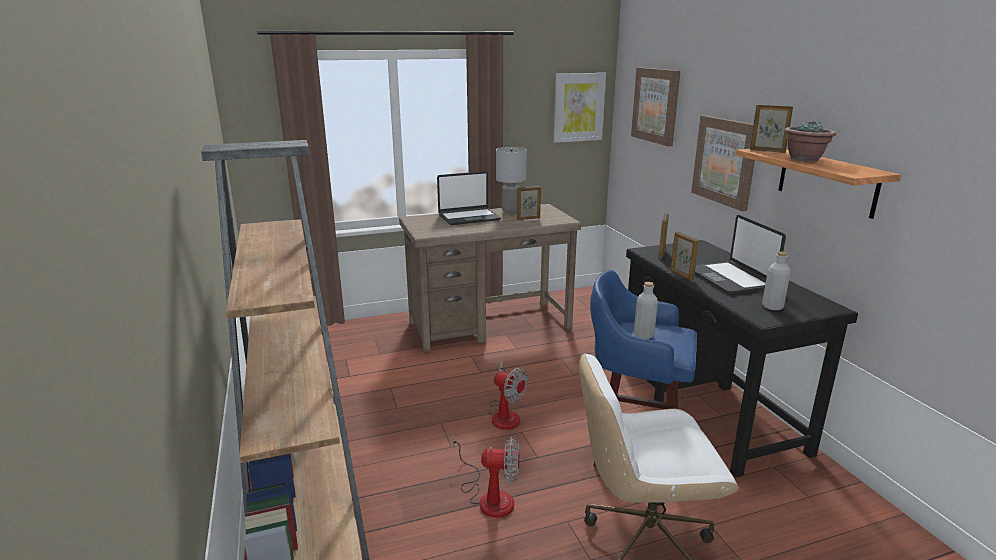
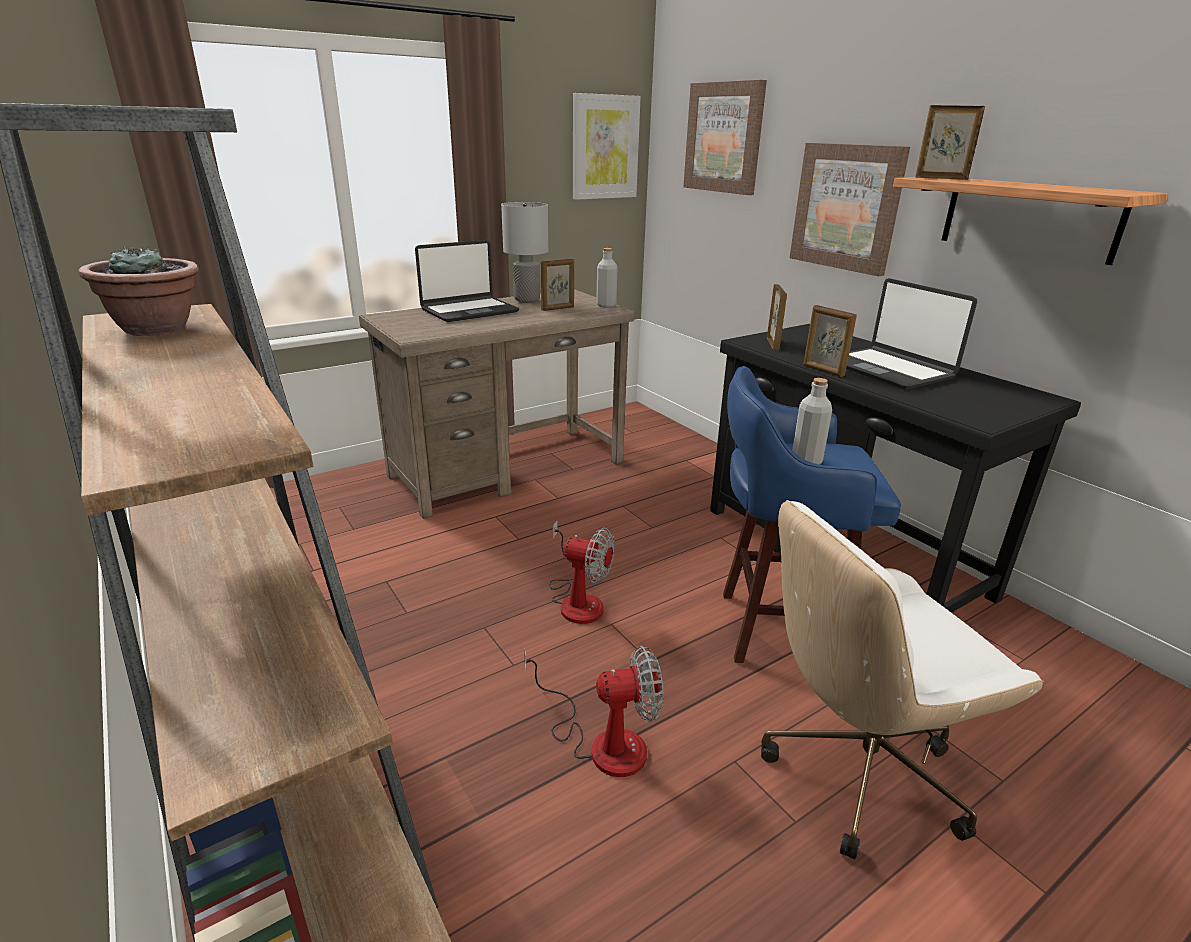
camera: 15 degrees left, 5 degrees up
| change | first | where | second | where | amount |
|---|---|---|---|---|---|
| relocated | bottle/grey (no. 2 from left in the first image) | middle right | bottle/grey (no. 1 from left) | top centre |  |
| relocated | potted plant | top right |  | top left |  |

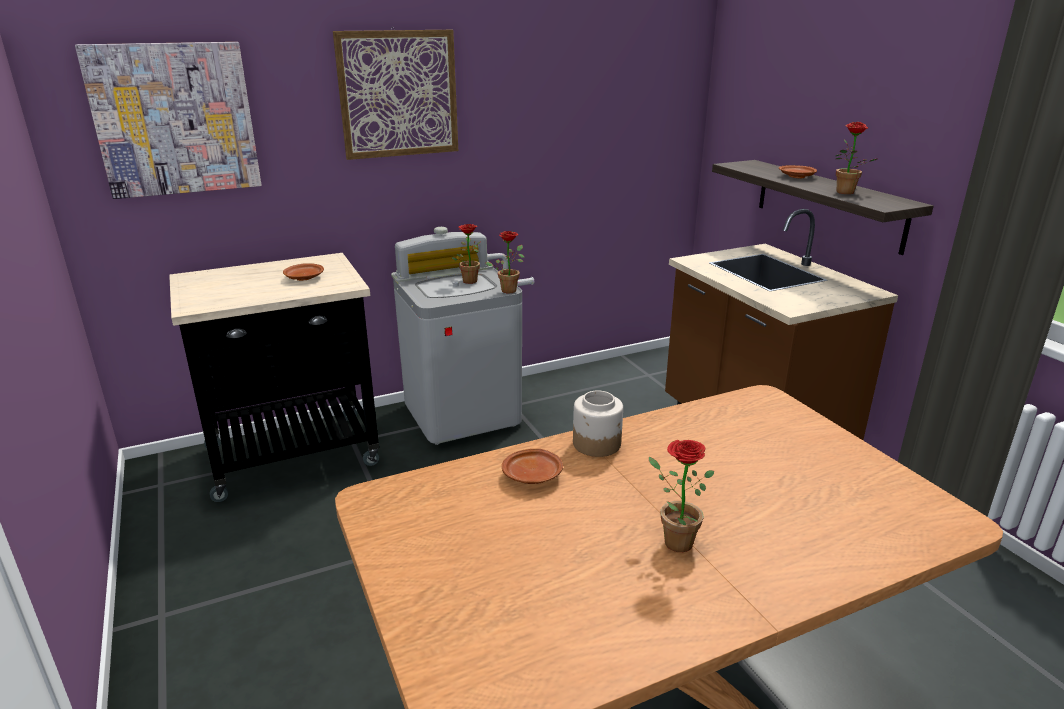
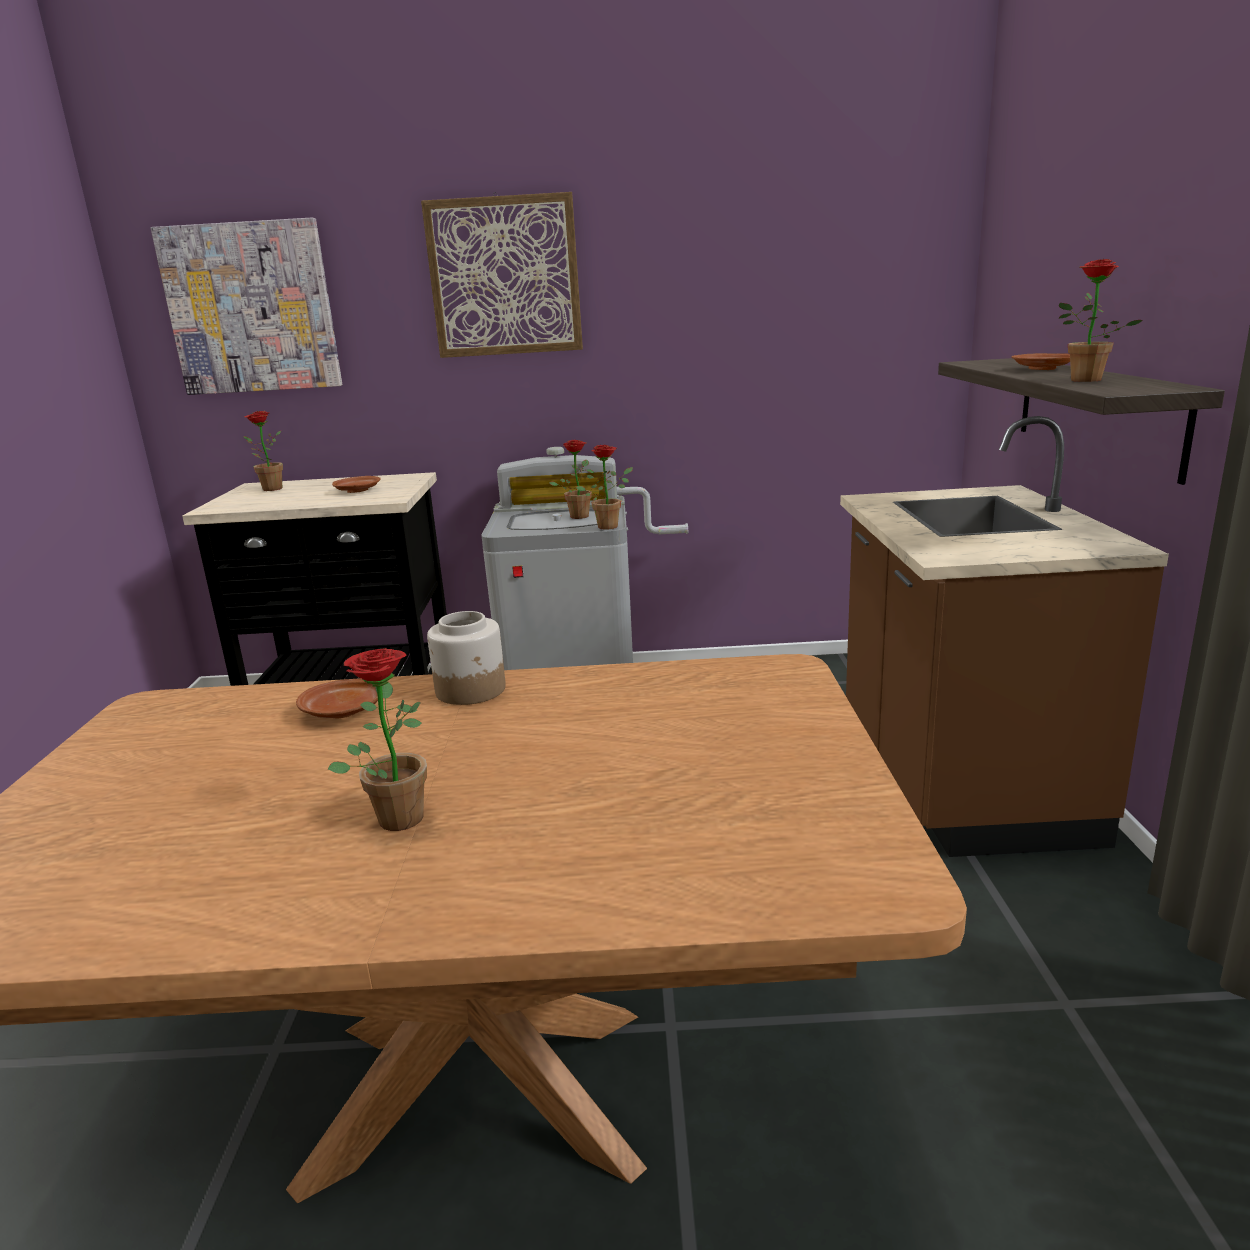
camera: 25 degrees right, 5 degrees down
| change | first | where | second | where | amount |
|---|---|---|---|---|---|
| appeared |  |  | potted plant (no. 1 from left) | middle left |  |

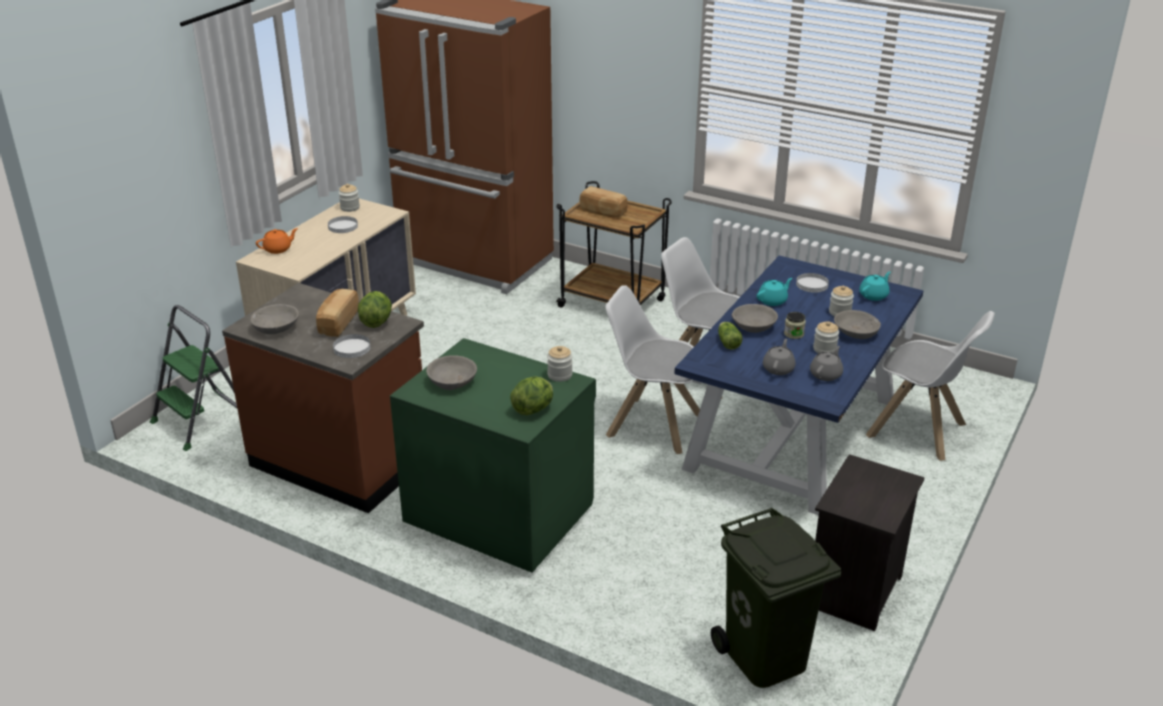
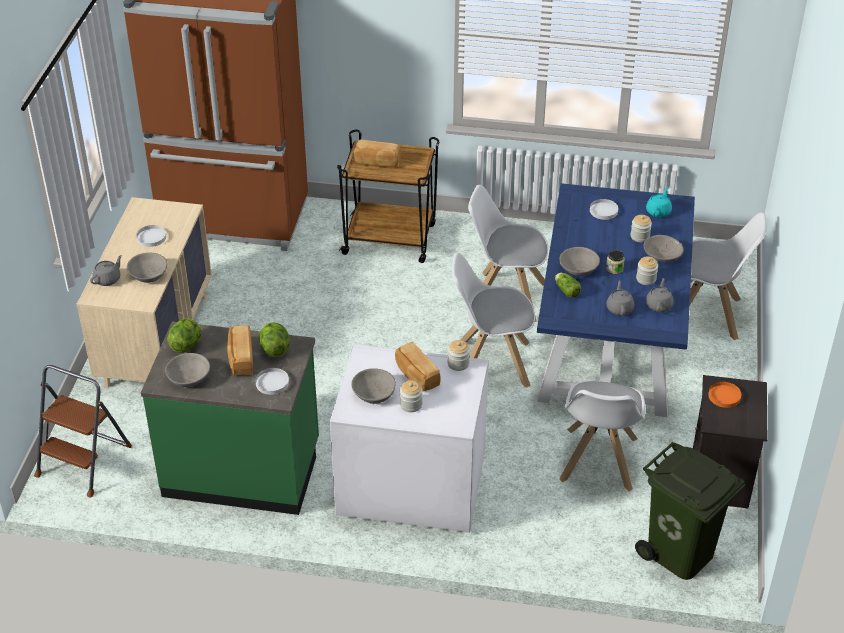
camera: 20 degrees left, 10 degrees up
| change | first | where | second | where | amount |
|---|---|---|---|---|---|
| colour | step ladder/green | middle left | step ladder/brown | bottom left |  |
| colour | counter/brown | middle left | counter/green | middle left |  |
| colour | teapot/orange | middle left | teapot/grey (no. 1 from left) | middle left |  |
| relocated | jar (no. 1 from left) | top left |  | centre |  |
| colour | washing machine/green | centre | washing machine/white | bottom centre |  |
| relocated | lettuce (no. 2 from left in the first image) | centre | lettuce (no. 1 from left) | middle left |  |
| missing | teapot/turquoise (no. 1 from left) | centre |  |  |  |
| appeared |  |  | bowl/grey (no. 1 from left) | middle left |  |
| appeared |  |  | bread (no. 3 from left) | centre |  |
| appeared |  |  | chair (no. 3 from left) | bottom right |  |
| appeared |  |  | plate/orange | middle right |  |

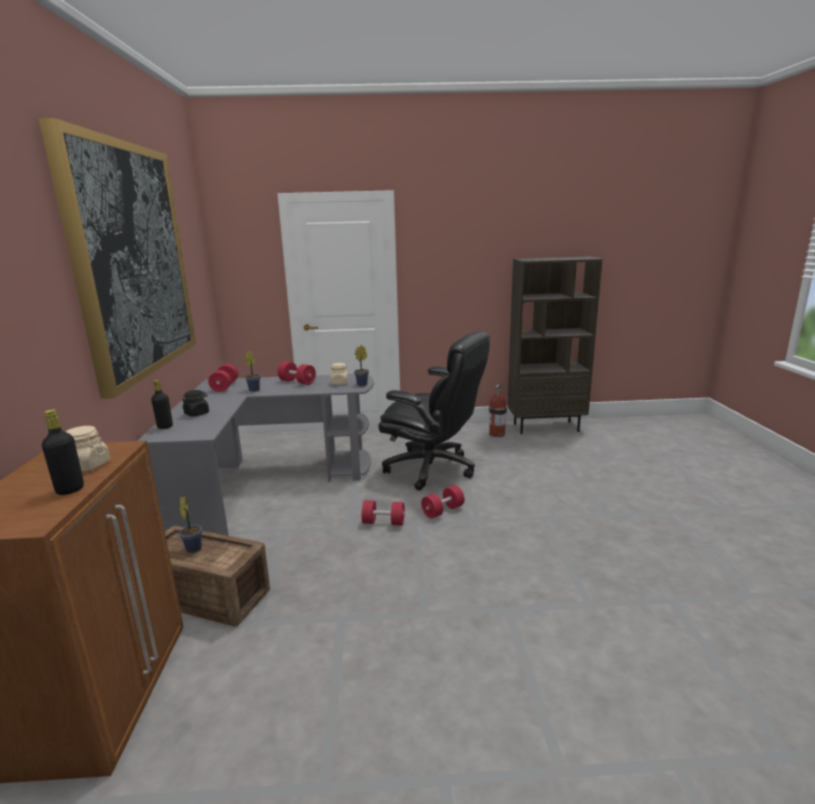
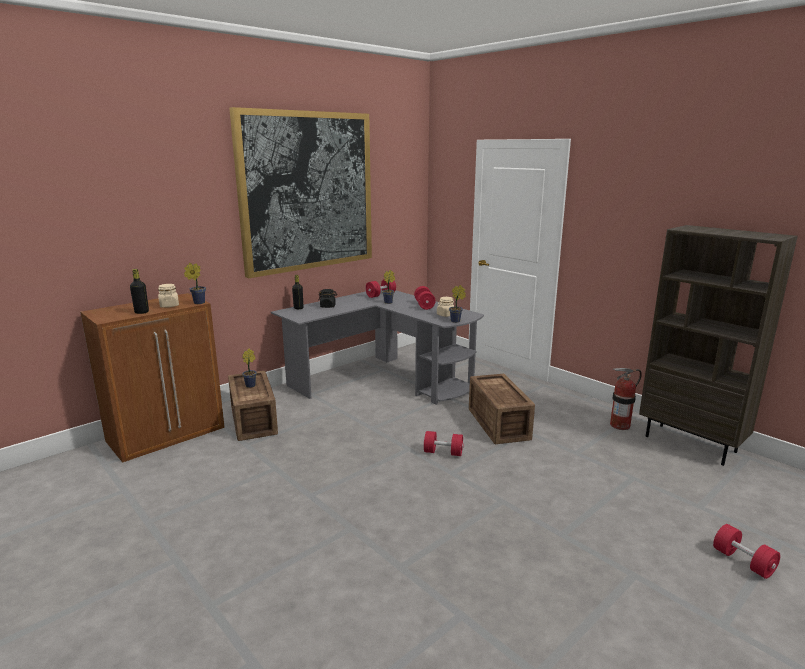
camera: 50 degrees right, 0 degrees up
| change | first | where | second | where | amount |
|---|---|---|---|---|---|
| relocated | dumbbell/red (no. 3 from left in the first image) | centre | dumbbell/red (no. 4 from left) | bottom right |  |
| exchanged | office chair/black | centre | crate (no. 2 from left) | centre |  |
| appeared |  |  | potted plant (no. 1 from left) | middle left |  |

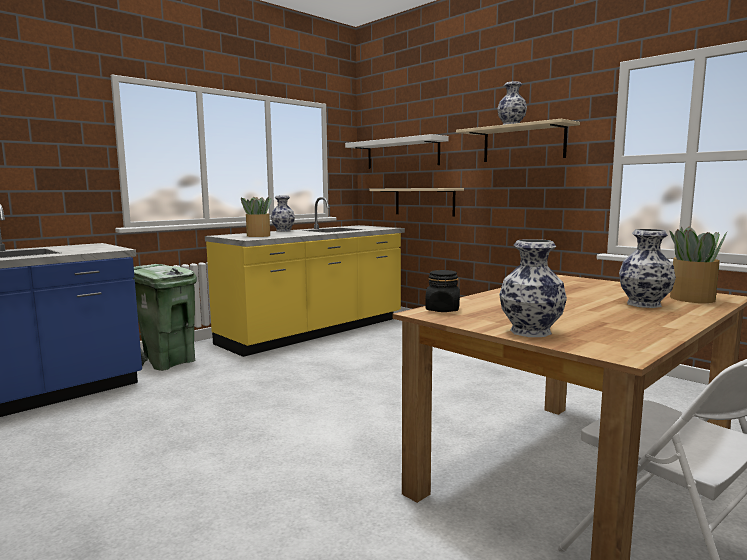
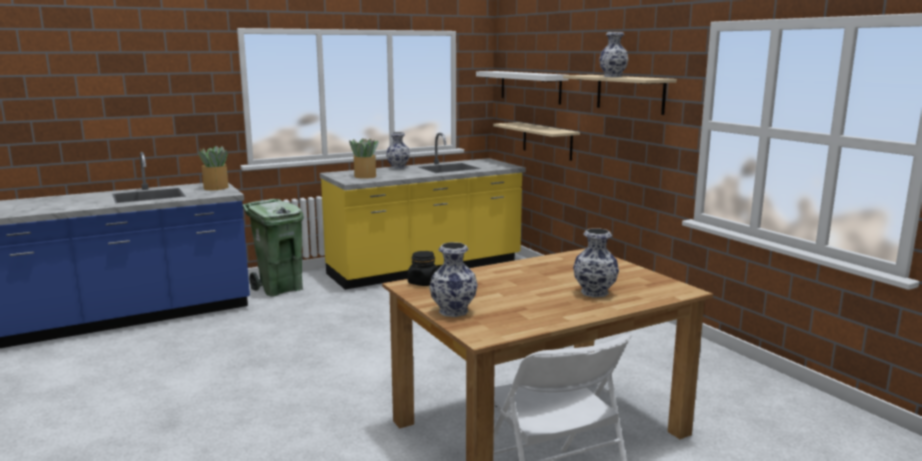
camera: 15 degrees right, 5 degrees up
| change | first | where | second | where | amount |
|---|---|---|---|---|---|
| relocated | potted plant (no. 2 from left in the first image) | middle right | potted plant (no. 1 from left) | middle left |  |

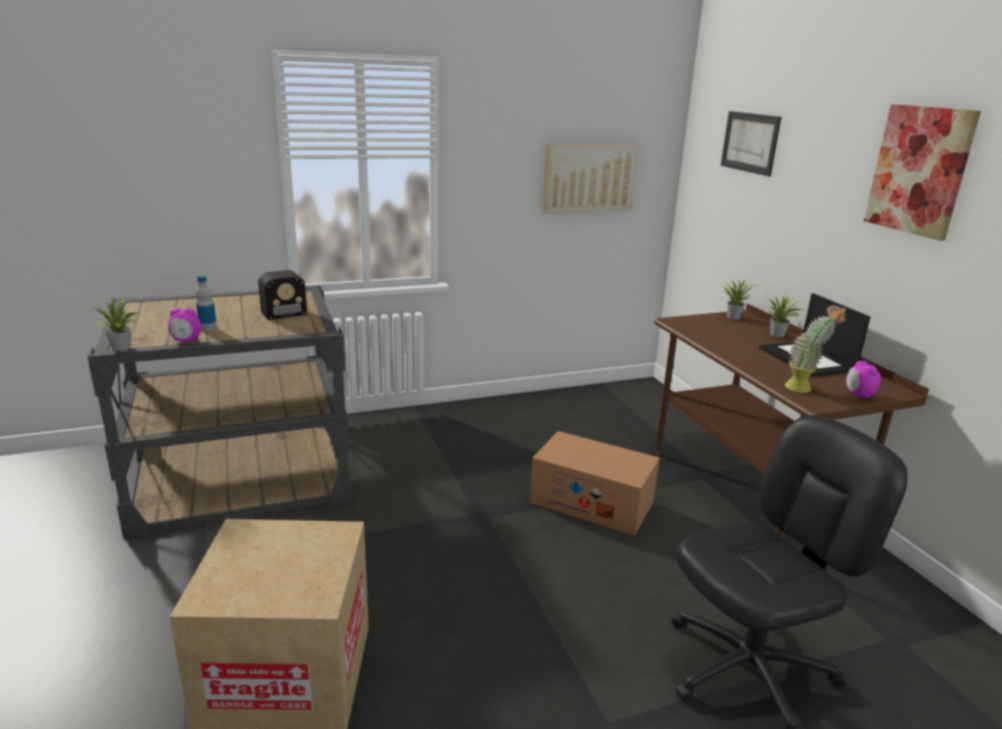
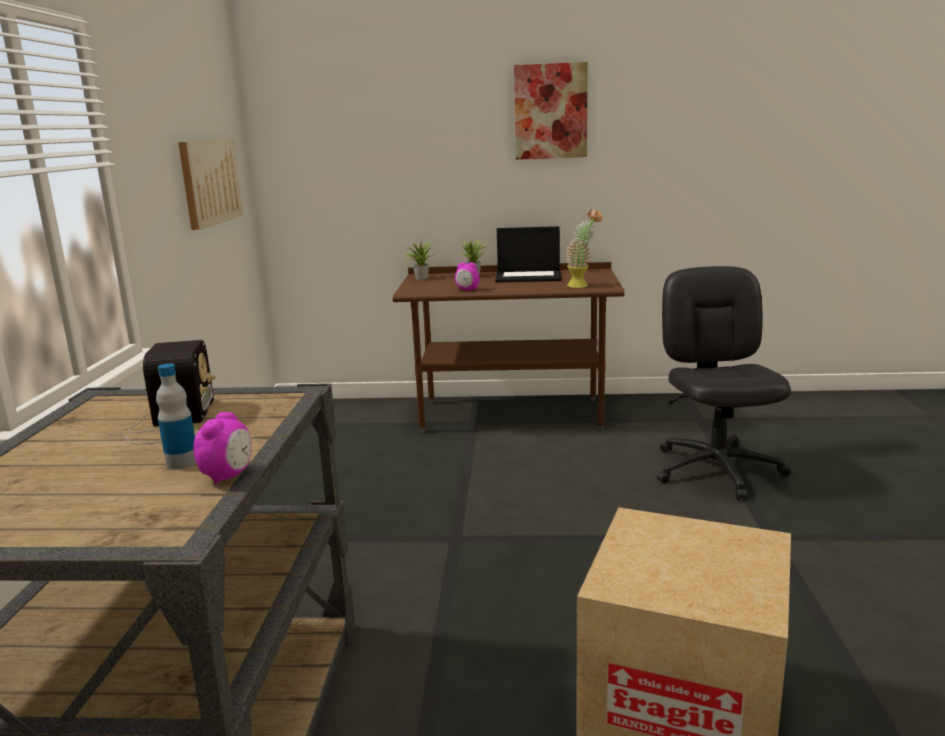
camera: 65 degrees left, 5 degrees down
| change | first | where | second | where | amount |
|---|---|---|---|---|---|
| missing | potted plant (no. 1 from left) | middle left |  |  |  |
| missing | cardboard box (no. 2 from left) | centre |  |  |  |
| missing | picture (no. 2 from left) | top right |  |  |  |
| relocated | alarm clock (no. 2 from left) | middle right |  | centre |  |

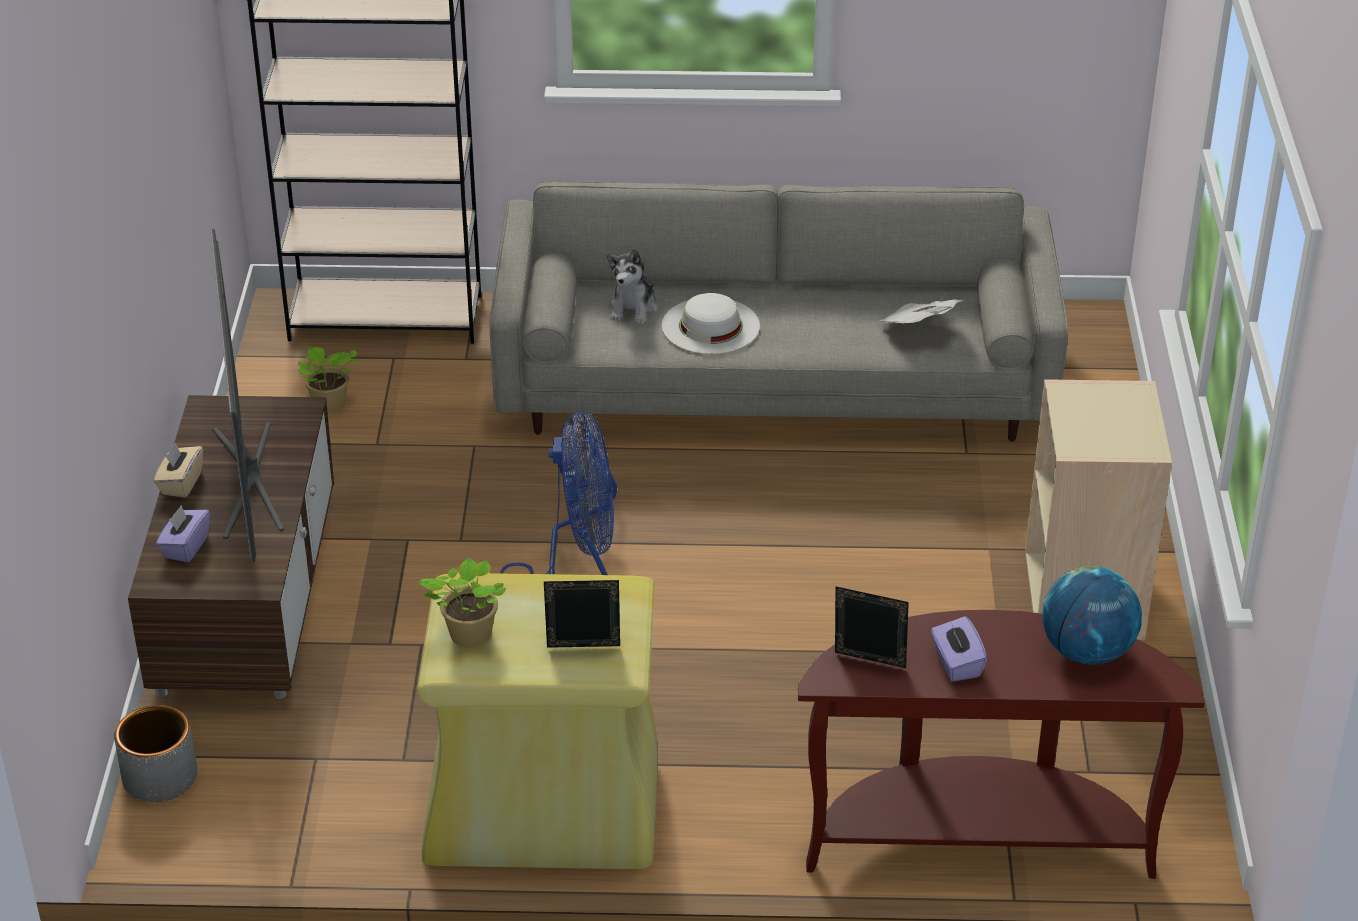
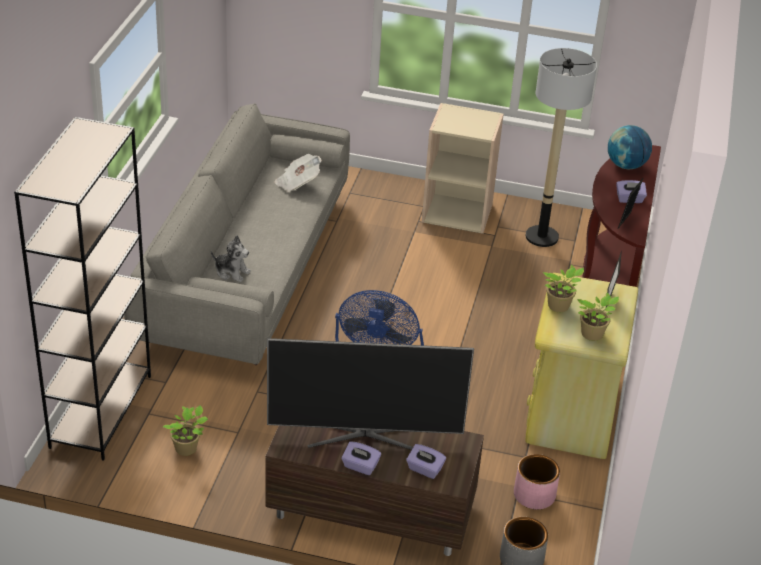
camera: 80 degrees left, 0 degrees up
| change | first | where | second | where | amount |
|---|---|---|---|---|---|
| colour | tissue box/beige | middle left | tissue box/purple (no. 1 from left) | bottom centre |  |
| missing | hat/white | centre |  |  |  |
| appeared |  |  | planter/pink | bottom right |  |
| appeared |  |  | floor lamp | top right |  |
| appeared |  |  | potted plant (no. 2 from left) | middle right |  |

